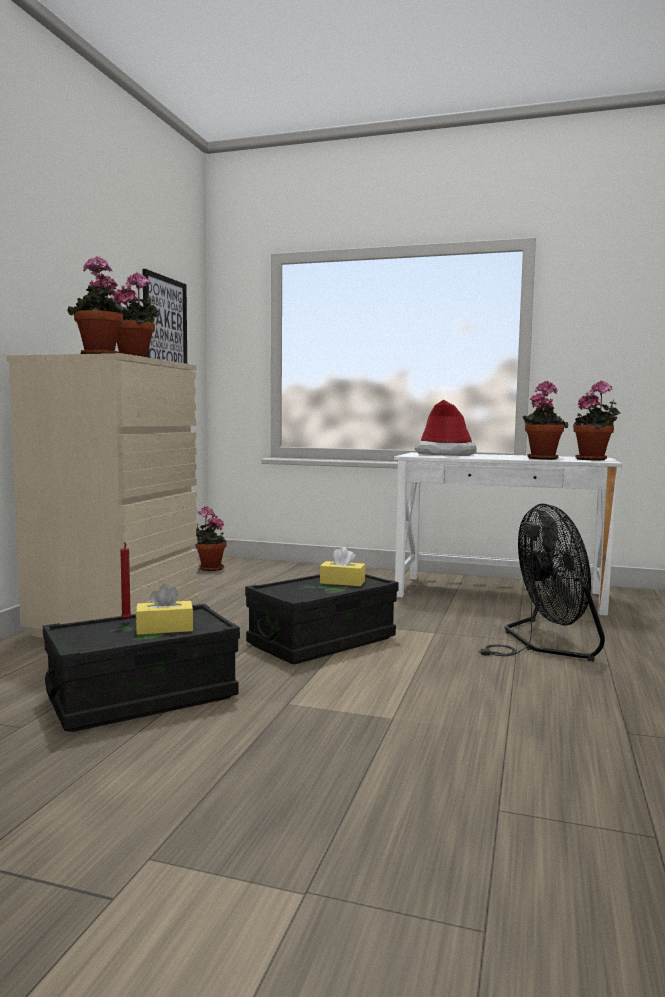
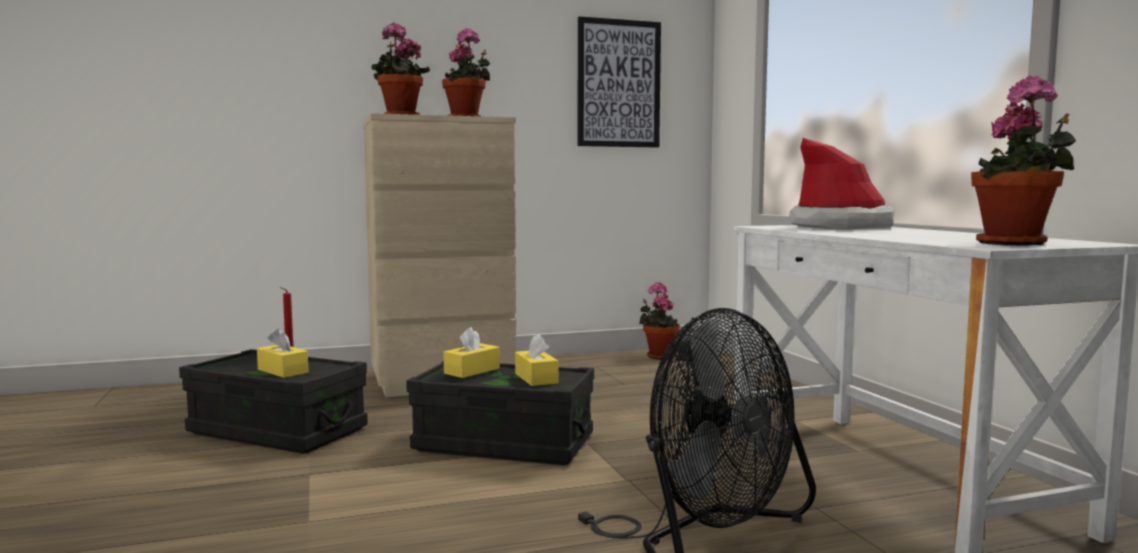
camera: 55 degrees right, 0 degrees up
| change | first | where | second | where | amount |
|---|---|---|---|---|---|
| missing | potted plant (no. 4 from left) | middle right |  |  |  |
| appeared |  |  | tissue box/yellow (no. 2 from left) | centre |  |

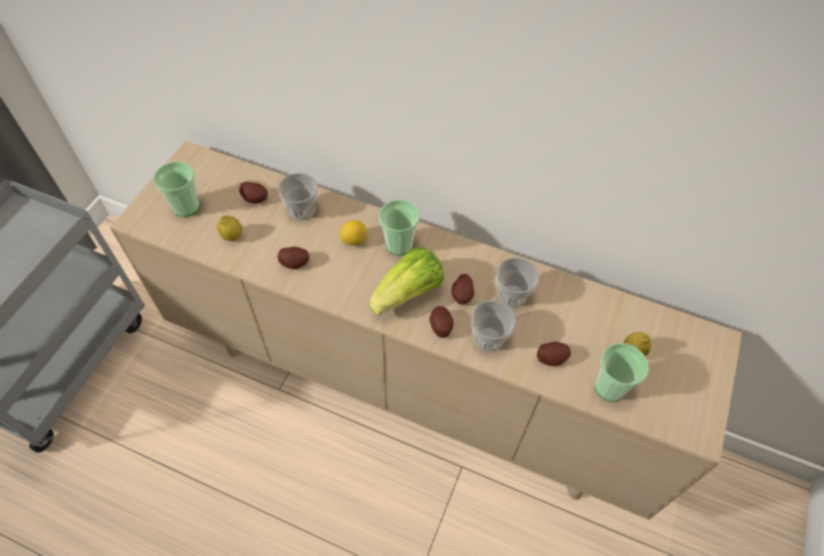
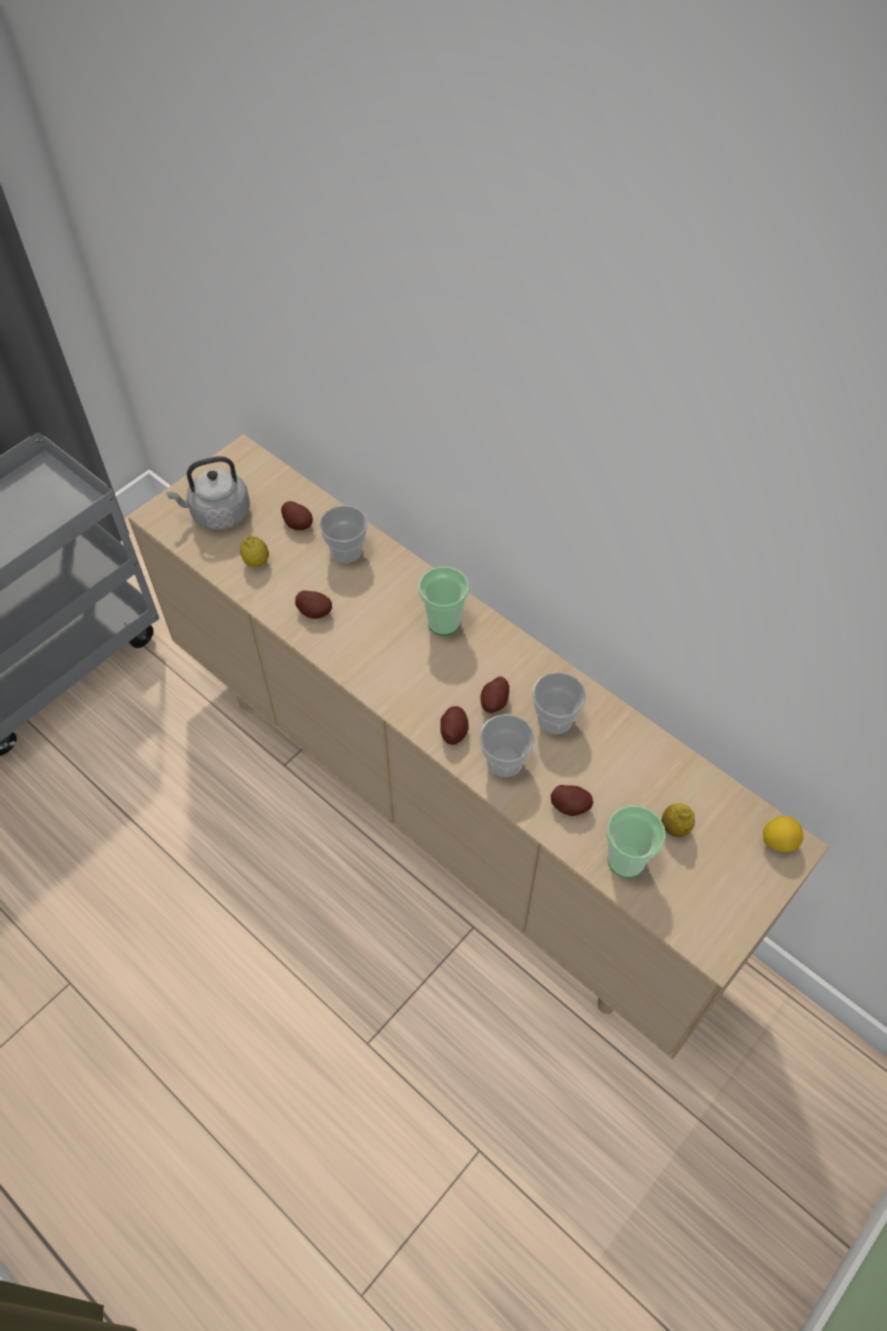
camera: 20 degrees right, 0 degrees up
| change | first | where | second | where | amount |
|---|---|---|---|---|---|
| exchanged | cup (no. 1 from left) | middle left | kettle/grey | middle left |  |
| relocated | lemon (no. 2 from left in the first image) | centre | lemon (no. 3 from left) | middle right |  |
| missing | lettuce | centre |  |  |  |

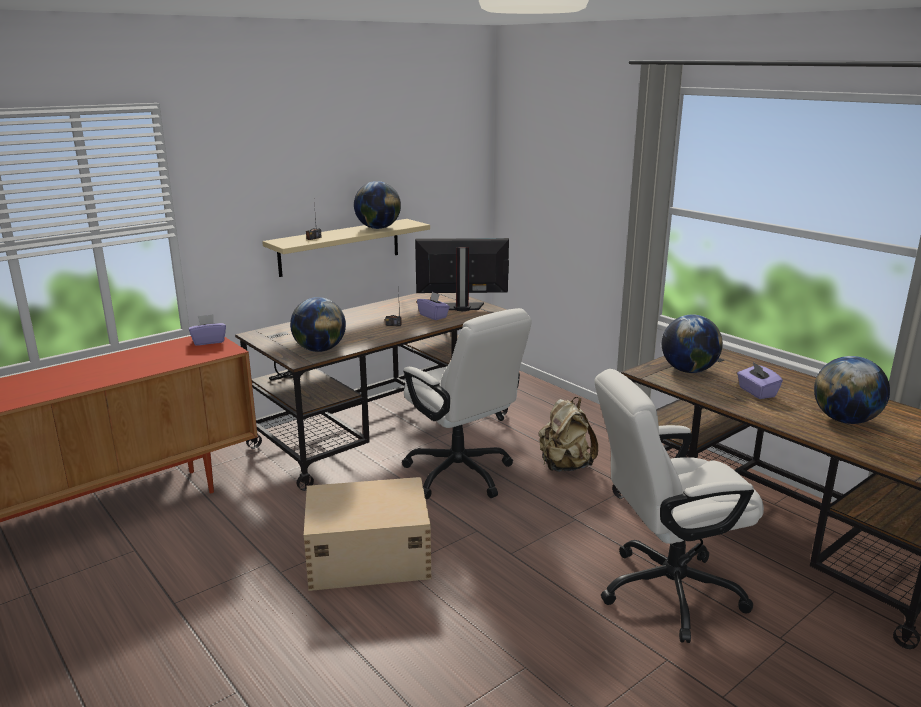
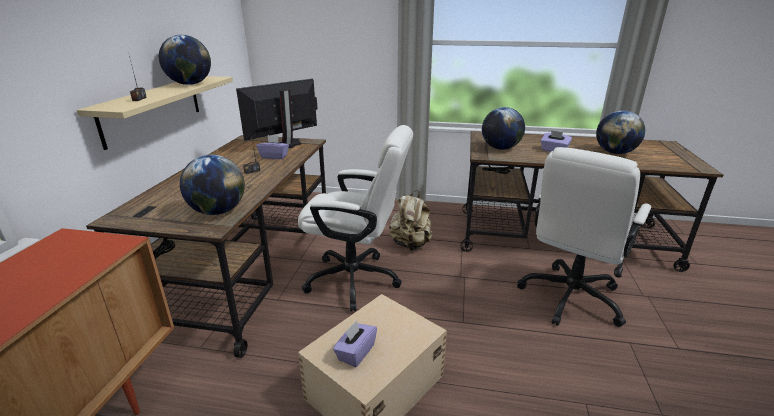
camera: 40 degrees left, 5 degrees up
| change | first | where | second | where | amount |
|---|---|---|---|---|---|
| relocated | tissue box/purple (no. 1 from left in the first image) | middle left | tissue box/purple (no. 2 from left) | bottom centre |  |

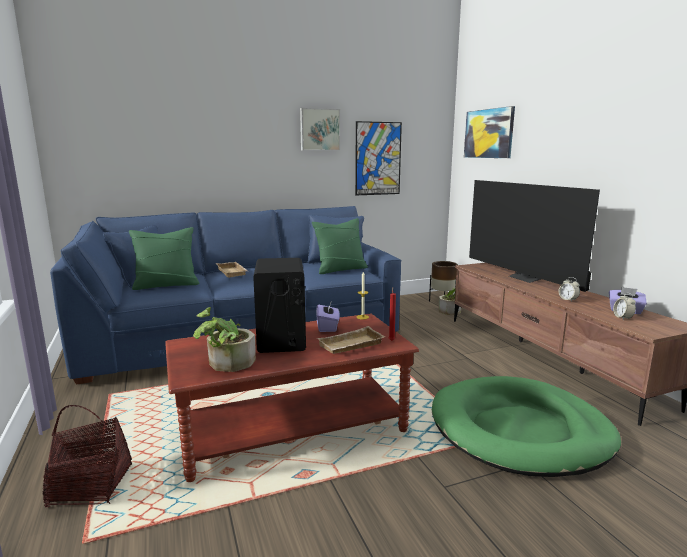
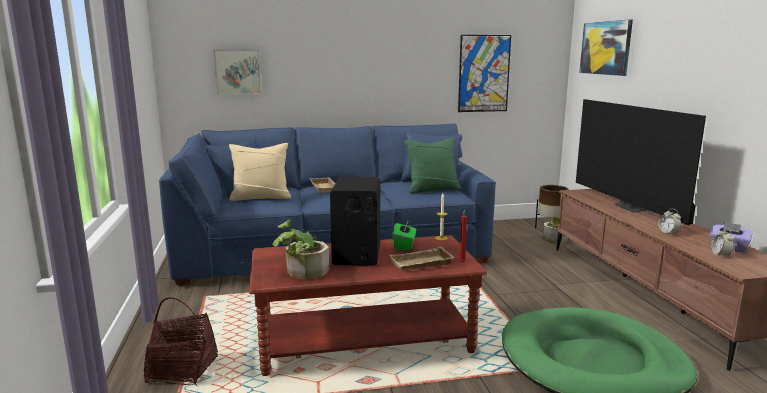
camera: 10 degrees right, 0 degrees up
| change | first | where | second | where | amount |
|---|---|---|---|---|---|
| colour | pillow/green (no. 1 from left) | middle left | pillow/beige | centre |  |
| relocated | picture (no. 1 from left) | top centre |  | top left |  |
| colour | tissue box/purple (no. 1 from left) | centre | tissue box/green | centre |  |

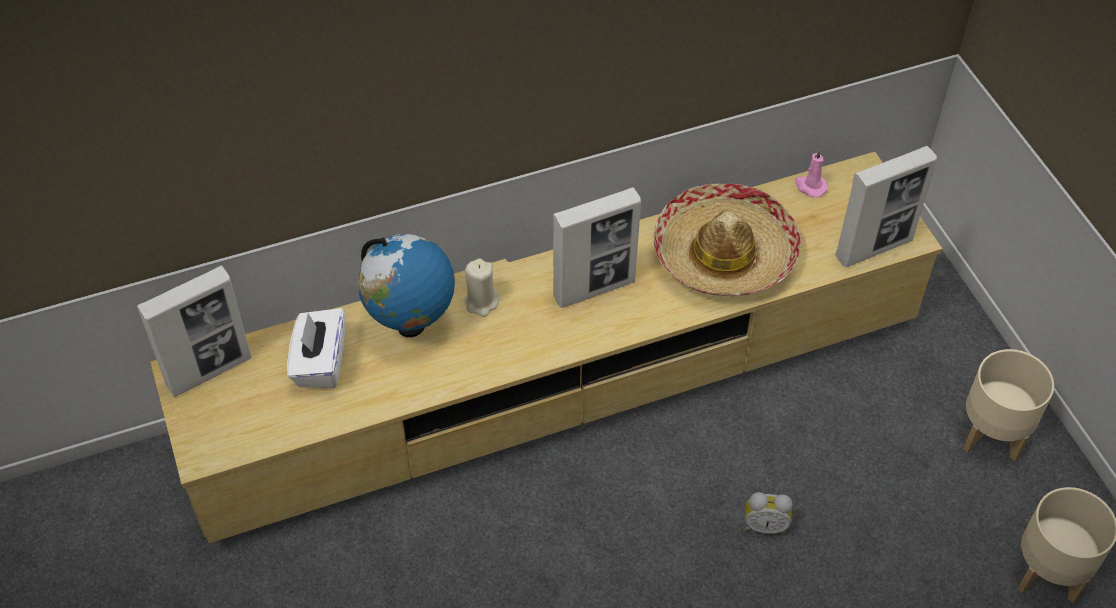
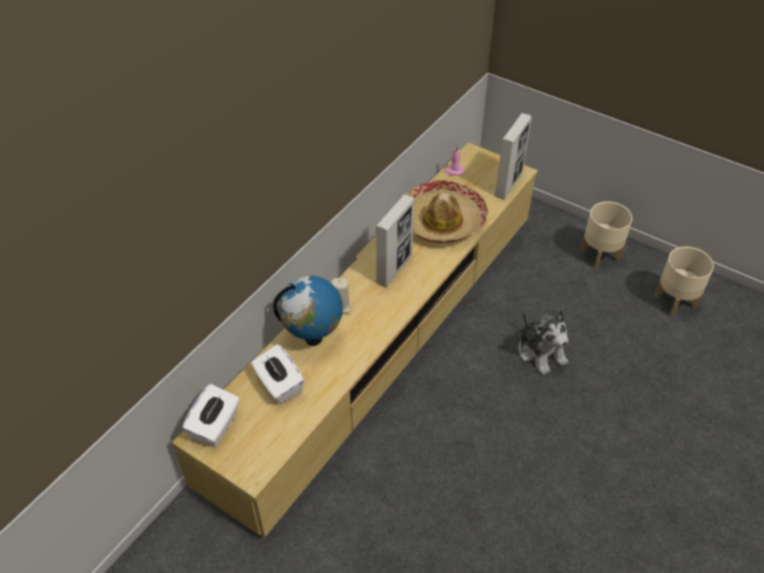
camera: 35 degrees left, 5 degrees down
| change | first | where | second | where | amount |
|---|---|---|---|---|---|
| exchanged | picture frame (no. 1 from left) | middle left | tissue box/white (no. 1 from left) | bottom left |  |
| exchanged | alarm clock | bottom right | plush toy | middle right |  |

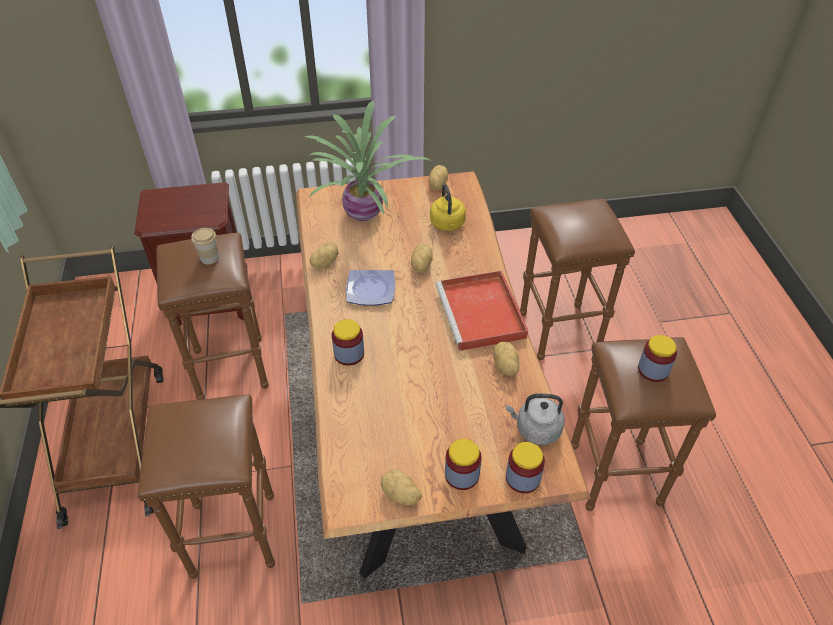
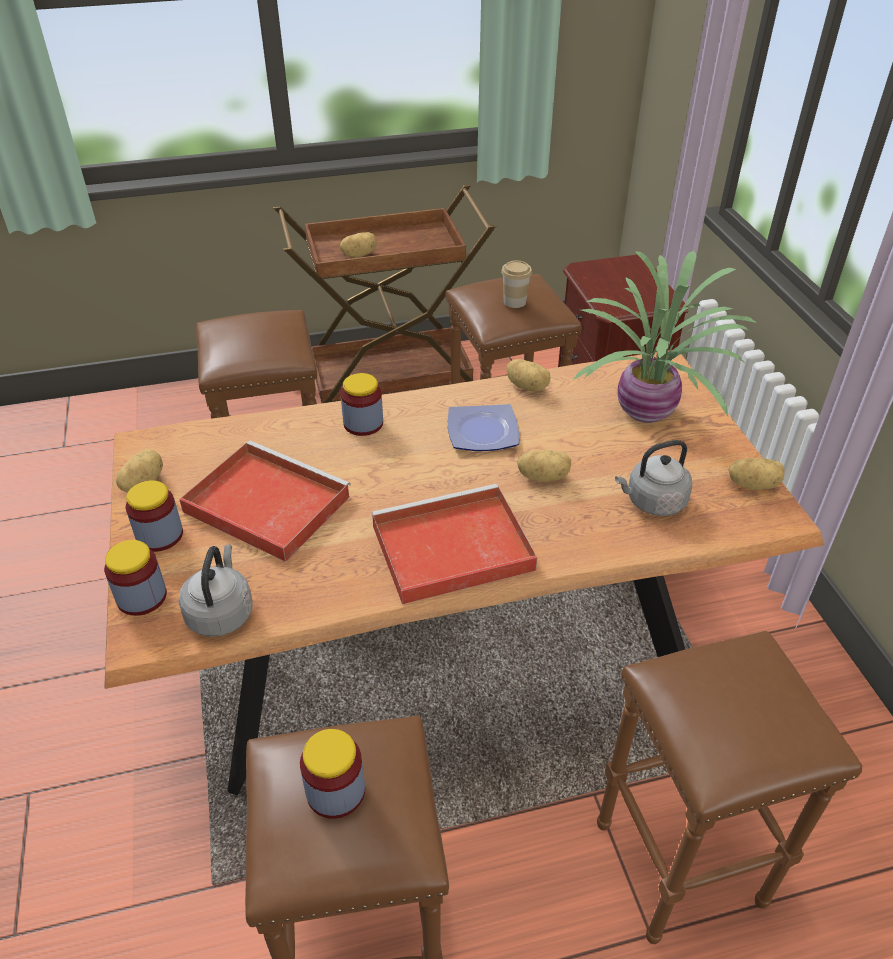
camera: 85 degrees right, 5 degrees down
| change | first | where | second | where | amount |
|---|---|---|---|---|---|
| colour | kettle/yellow | top centre | kettle/grey (no. 2 from left) | middle right |  |
| relocated | potato (no. 5 from left in the first image) | centre | potato (no. 2 from left) | top centre |  |
| appeared |  |  | tray/red (no. 1 from left) | middle left |  |

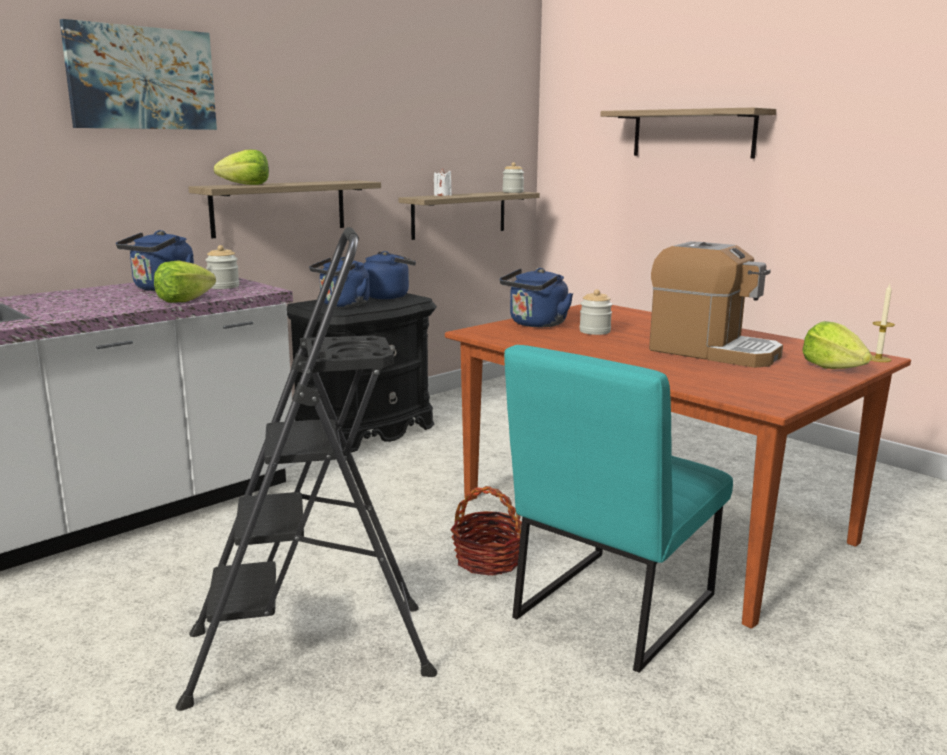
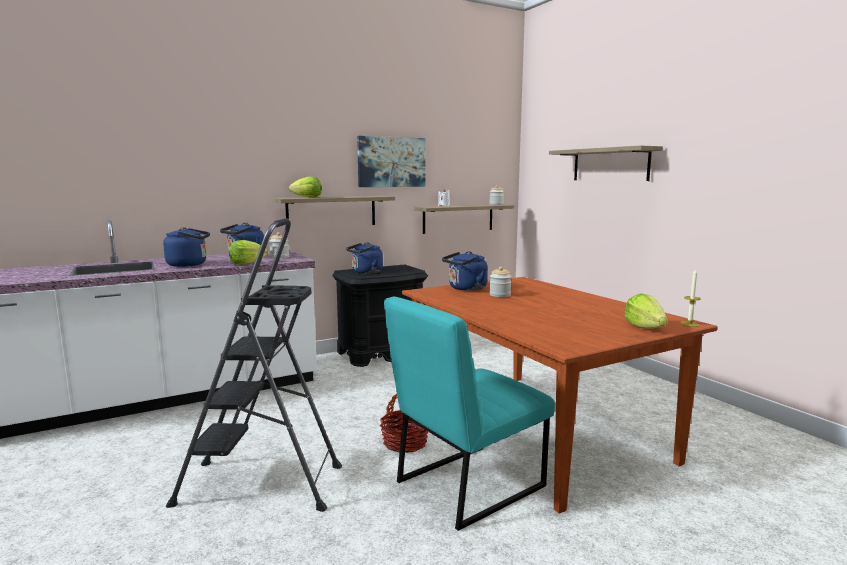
camera: 15 degrees right, 5 degrees down
| change | first | where | second | where | amount |
|---|---|---|---|---|---|
| relocated | picture | top left |  | top centre |  |
| relocated | kettle/blue (no. 3 from left in the first image) | centre | kettle/blue (no. 1 from left) | middle left |  |
| missing | coffee machine | middle right |  |  |  |

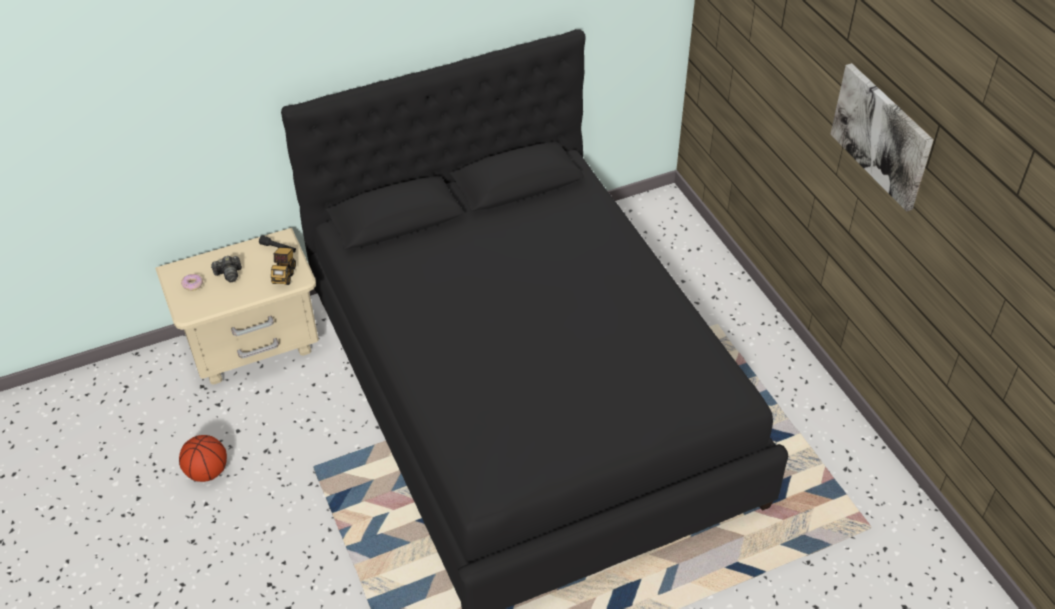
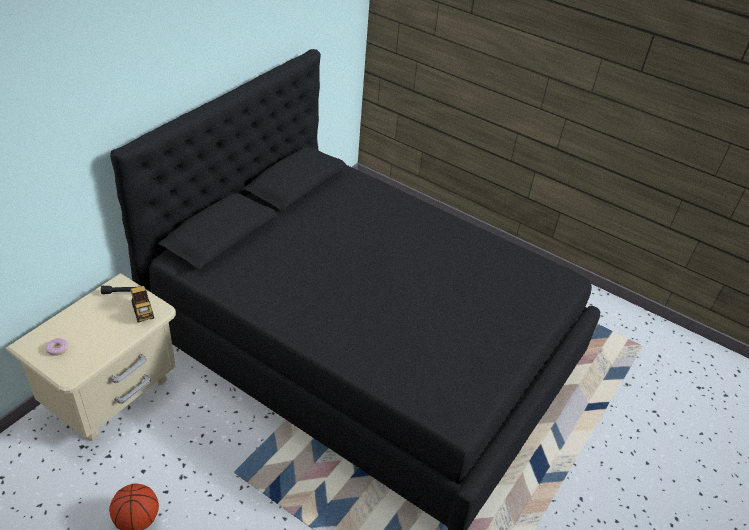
camera: 35 degrees left, 5 degrees down
| change | first | where | second | where | amount |
|---|---|---|---|---|---|
| missing | photo camera | middle left |  |  |  |
| missing | picture | top right |  |  |  |

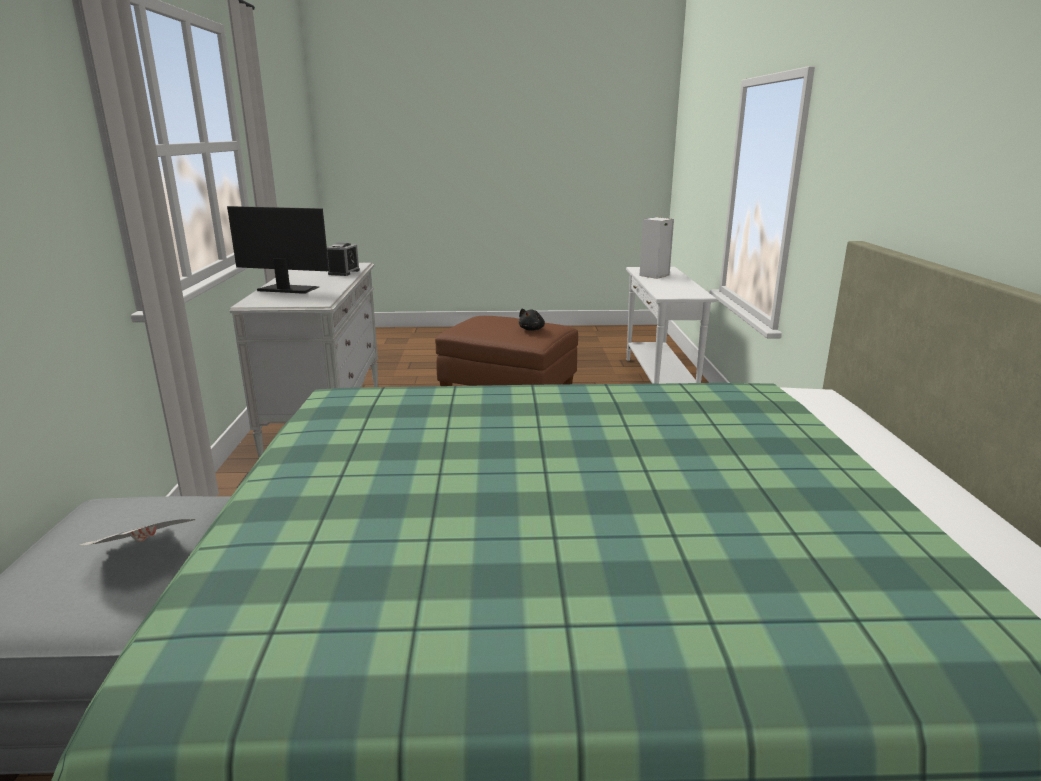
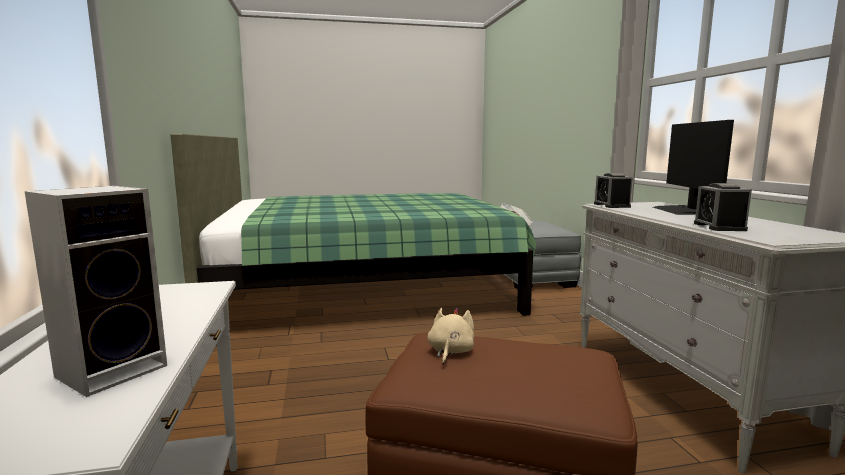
camera: 170 degrees right, 10 degrees down
| change | first | where | second | where | amount |
|---|---|---|---|---|---|
| spun | monitor | top left |  | middle right | 90 degrees clockwise |
| colour | plush toy/black | centre | plush toy/beige | bottom centre |  |
| appeared |  |  | alarm clock (no. 1 from left) | middle right |  |

